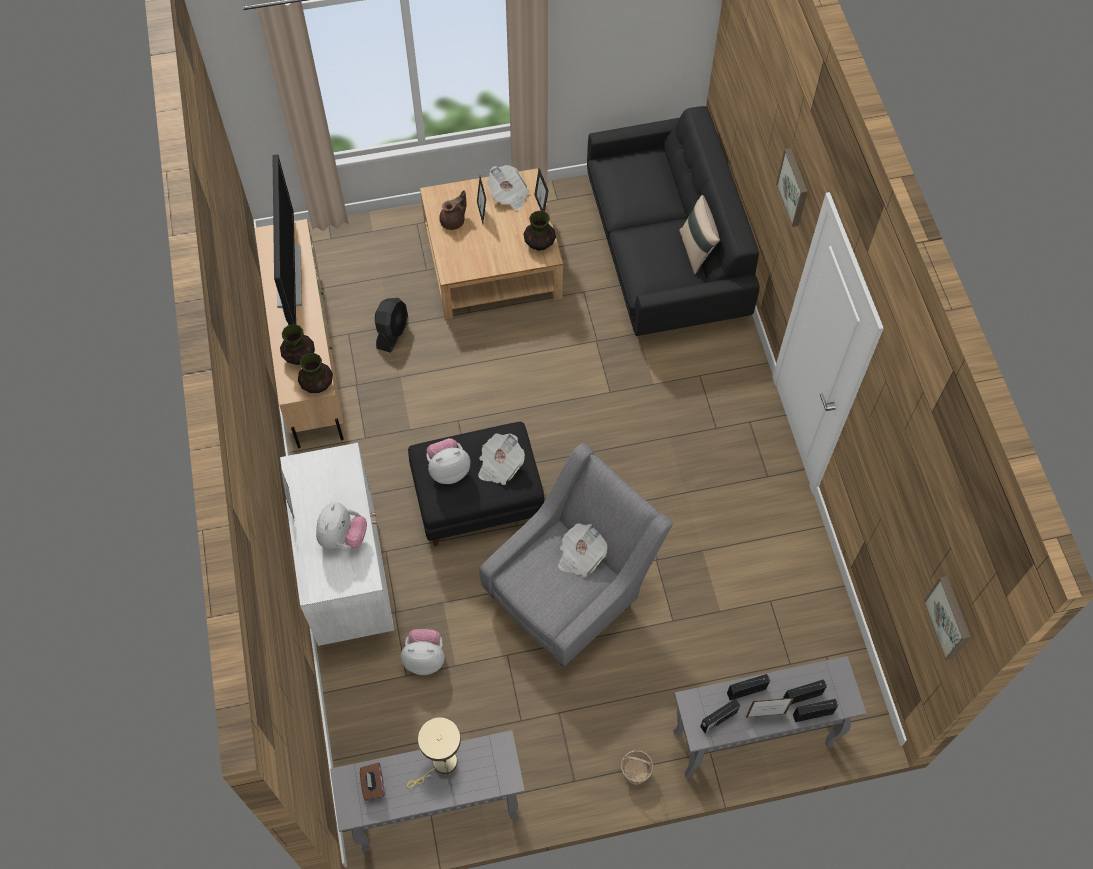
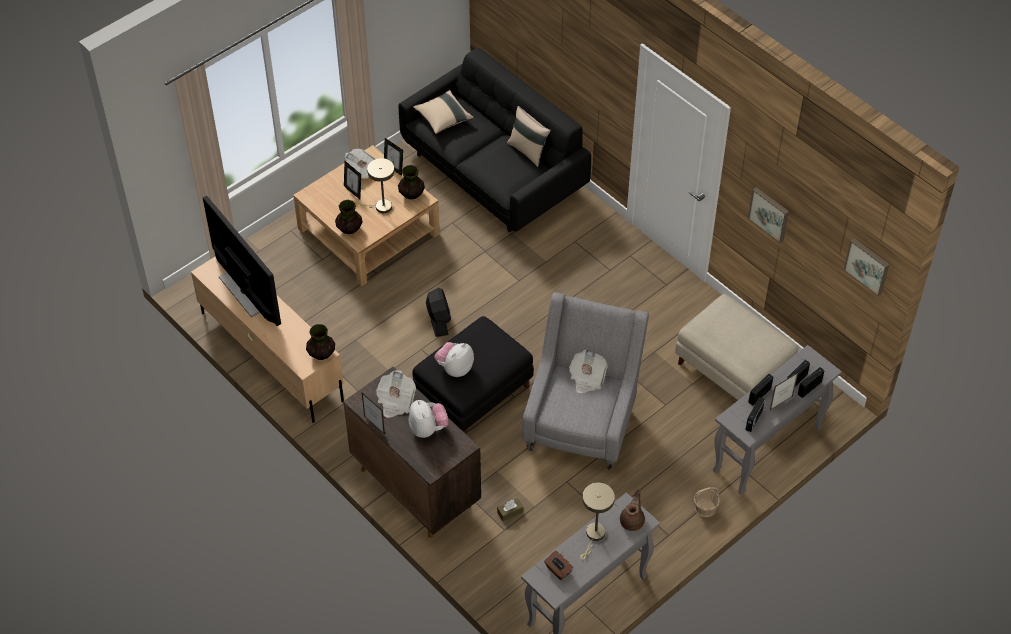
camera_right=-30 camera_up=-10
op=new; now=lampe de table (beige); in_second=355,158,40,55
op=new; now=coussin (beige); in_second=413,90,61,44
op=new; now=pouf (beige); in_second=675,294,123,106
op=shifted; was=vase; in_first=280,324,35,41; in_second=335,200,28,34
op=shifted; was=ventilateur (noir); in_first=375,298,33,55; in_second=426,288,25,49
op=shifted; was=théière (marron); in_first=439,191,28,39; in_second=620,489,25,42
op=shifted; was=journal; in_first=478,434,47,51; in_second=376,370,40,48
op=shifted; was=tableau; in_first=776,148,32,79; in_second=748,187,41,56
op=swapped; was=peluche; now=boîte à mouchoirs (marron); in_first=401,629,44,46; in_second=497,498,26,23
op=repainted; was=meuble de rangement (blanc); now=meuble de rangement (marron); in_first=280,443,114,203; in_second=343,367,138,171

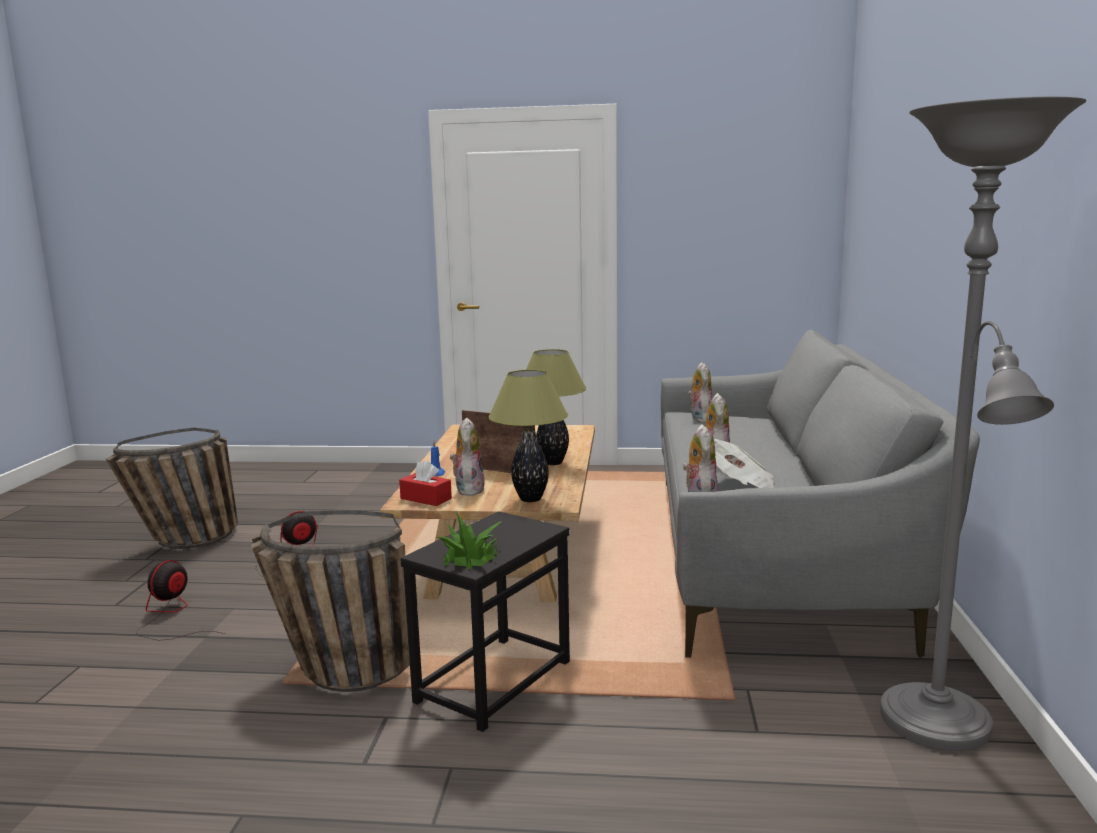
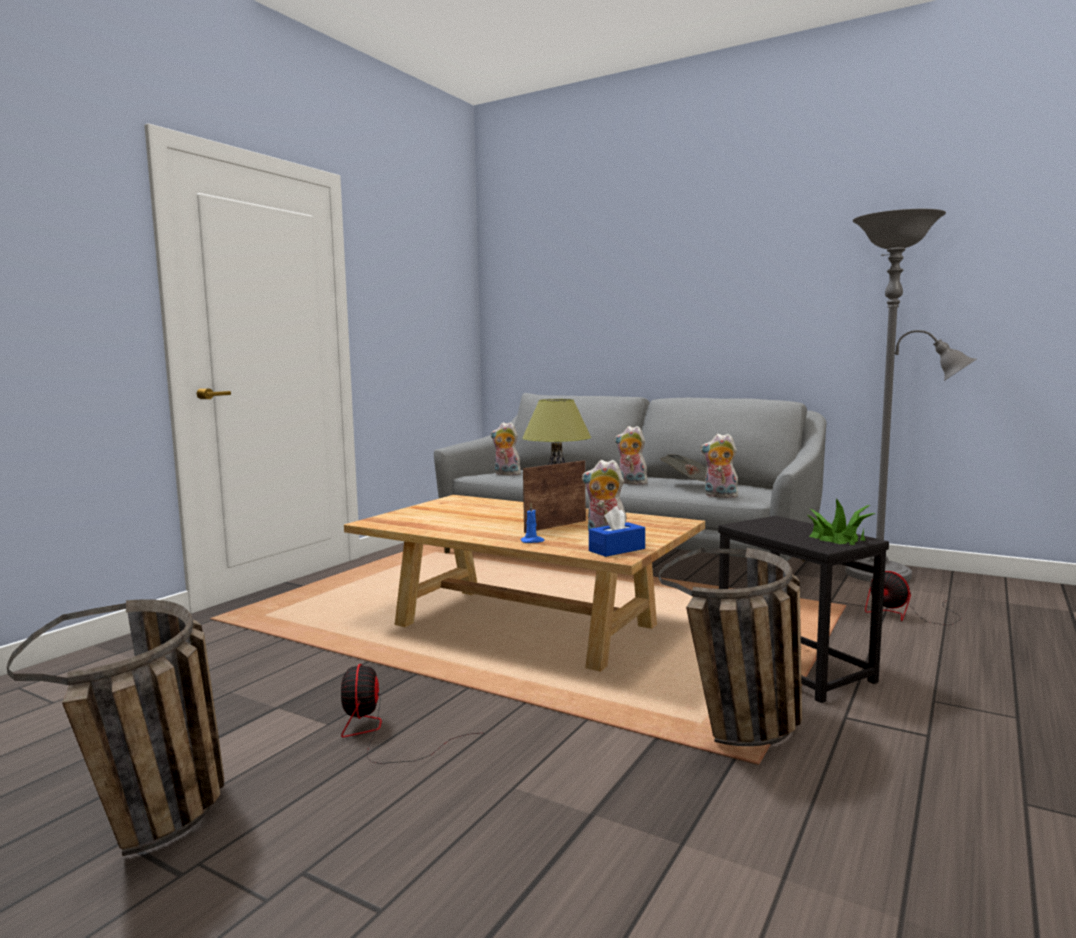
camera_right=-65 camera_up=-5
op=gone; was=lampe de table; in_first=489,370,79,132
op=shifted; was=ventilateur; in_first=136,560,89,80; in_second=865,571,96,55
op=repainted; was=boîte à mouchoirs (rouge); now=boîte à mouchoirs (bleu); in_first=399,460,53,46; in_second=589,506,56,51

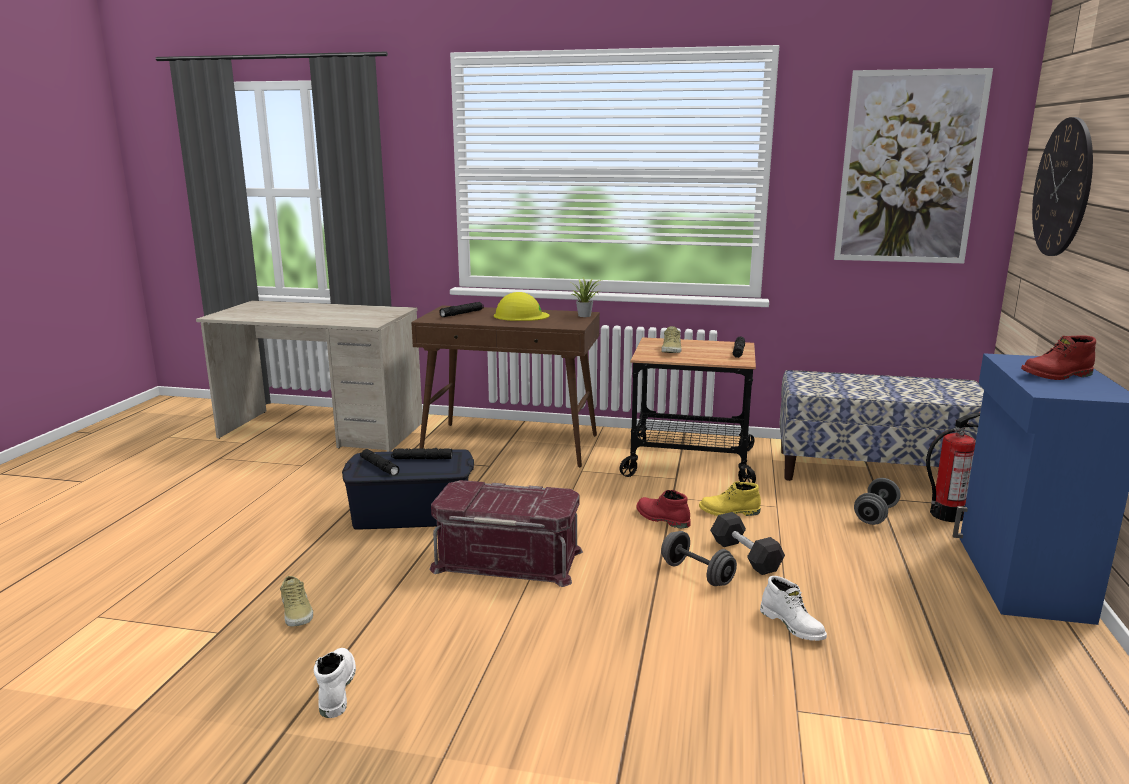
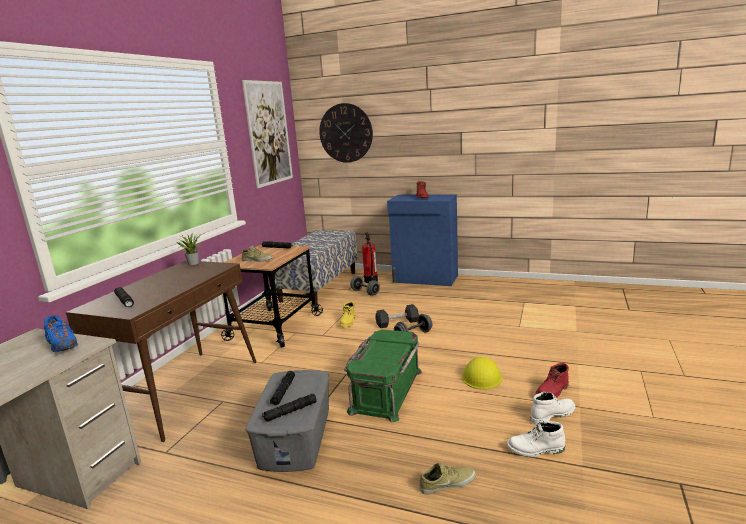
camera_right=-80 camera_up=0
op=new; now=chaussure (bleu); in_second=44,315,34,37
op=shifted; was=casque de chantier (jaune); in_first=494,292,55,29; in_second=462,357,40,33
op=shifted; was=botte (rouge); in_first=636,490,55,38; in_second=536,363,33,35
op=shifted; was=botte (blanc); in_first=760,576,67,65; in_second=530,392,45,32
op=repainted; was=boîte de rangement (bleu); now=boîte de rangement (gris); in_first=342,449,132,81; in_second=245,370,84,102
op=repainted; was=boîte de rangement (rouge); now=boîte de rangement (vert); in_first=430,480,153,107; in_second=344,330,78,92

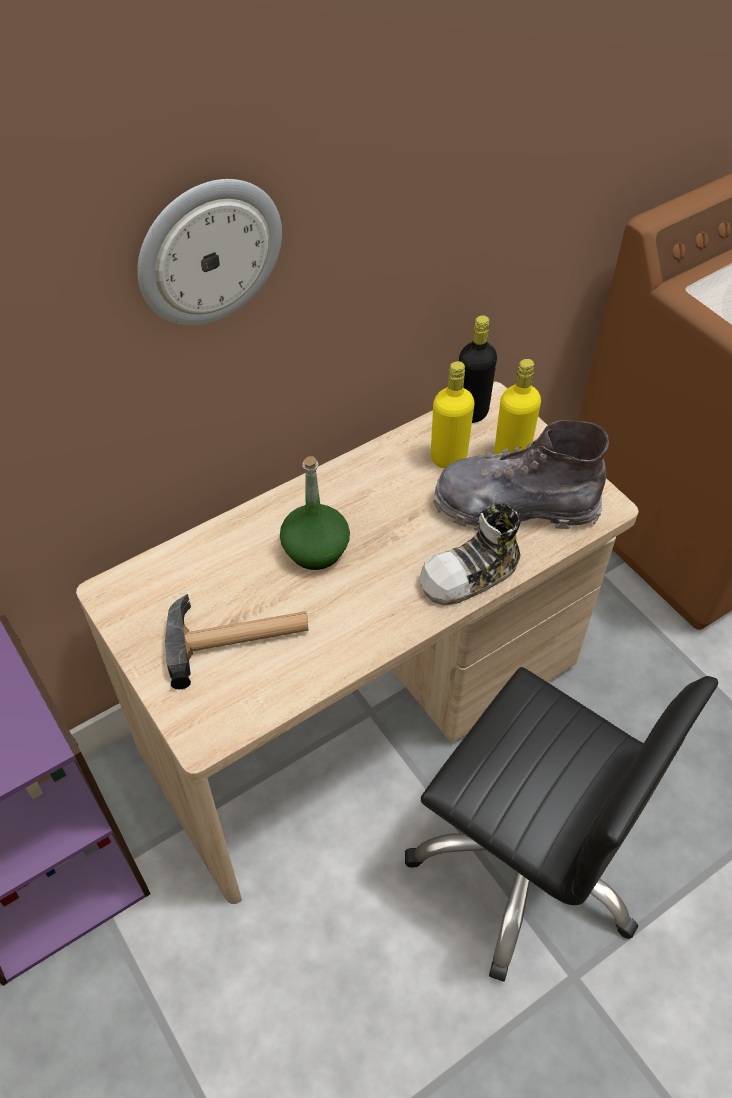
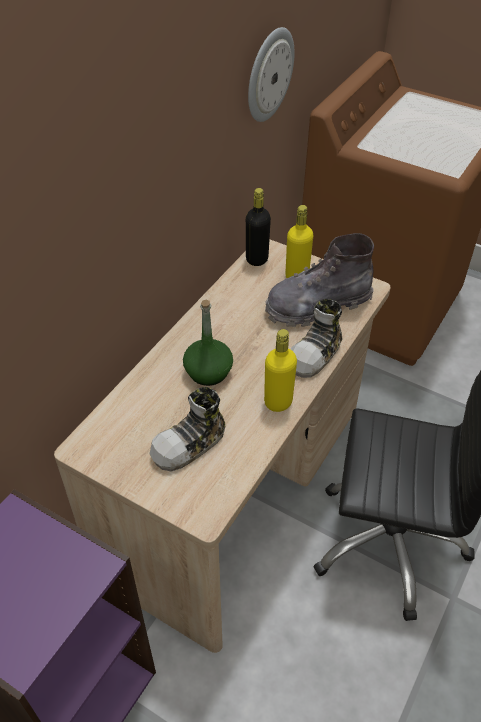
camera_right=-25 camera_up=-5
op=shifted; was=horloge murale; in_first=137,179,145,146; in_second=248,27,47,95
op=shifted; was=bouteille (jaune); in_first=431,361,44,107; in_second=264,329,33,83
op=swapped; was=marteau; now=chaussure; in_first=165,594,143,95; in_second=150,387,76,85

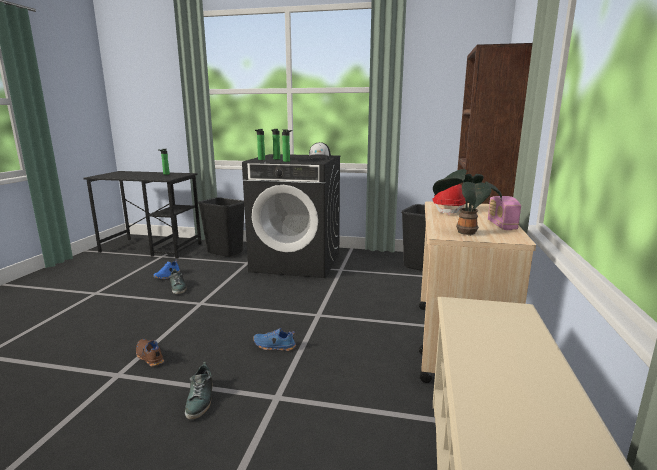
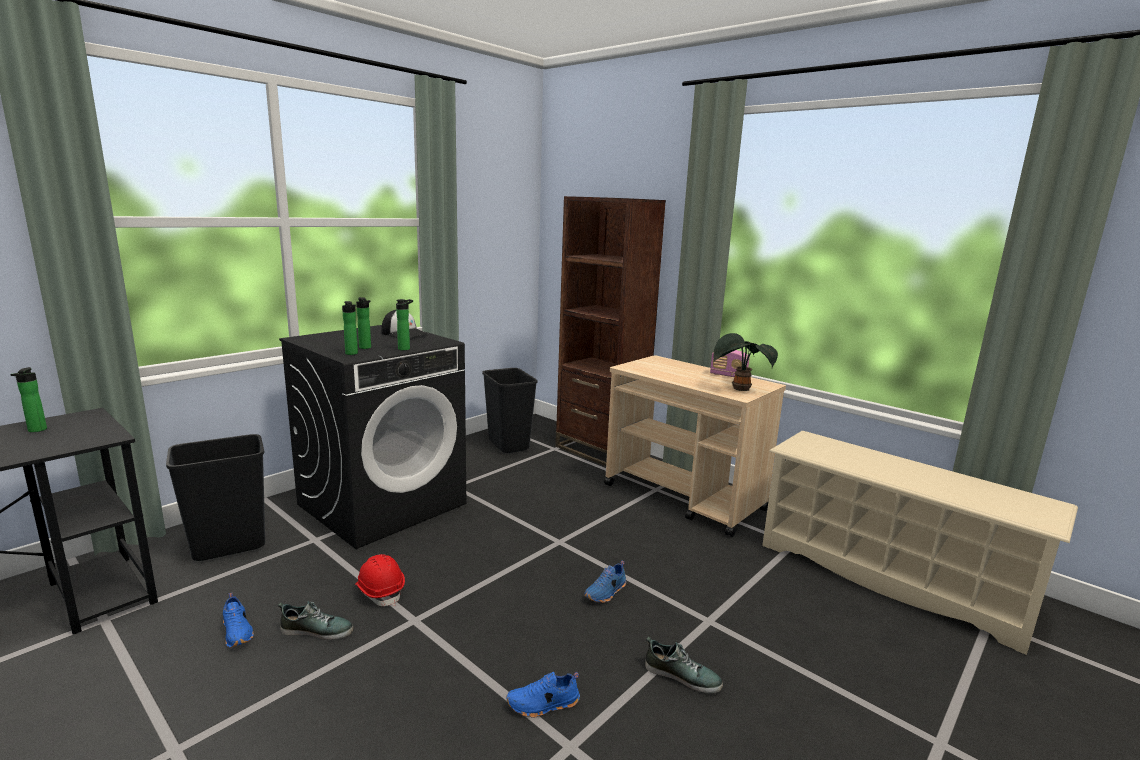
camera_right=-60 camera_up=0
op=shifted; was=casque de chantier (rouge); in_first=433,184,32,31; in_second=355,554,50,52
op=repainted; was=chaussure (marron); now=chaussure (bleu); in_first=136,339,28,27; in_second=507,672,73,46

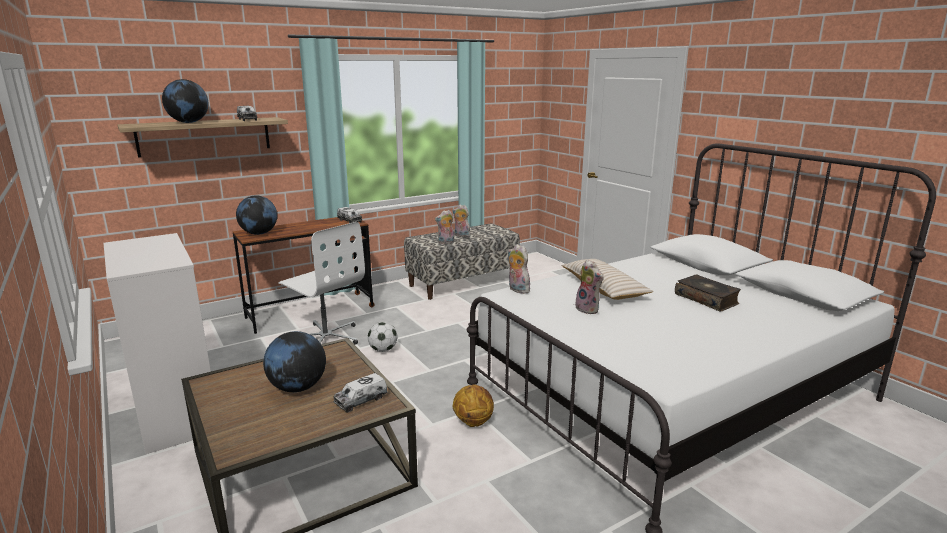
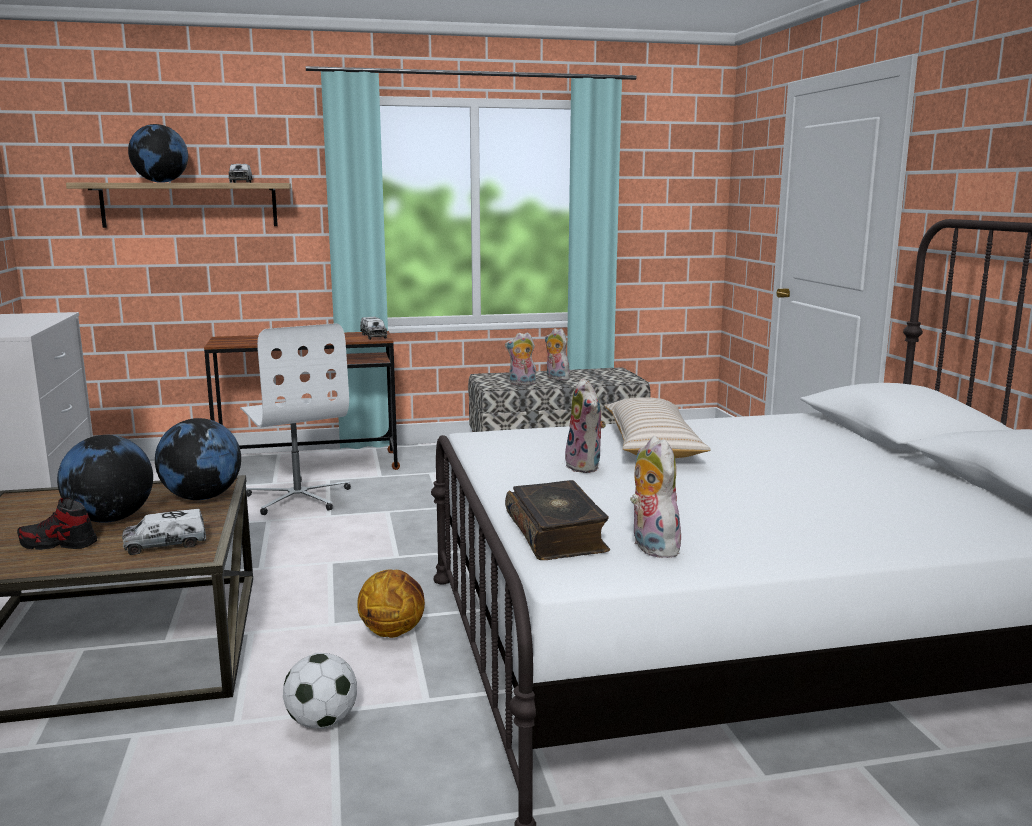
camera_right=20 camera_up=-5
op=new; now=chaussure; in_second=17,497,80,53
op=shifted; was=globe; in_first=236,195,41,40; in_second=155,418,86,82
op=shifted; was=ballon de foot; in_first=367,322,31,30; in_second=283,653,74,76
op=shifted; was=peluche; in_first=508,244,22,50; in_second=630,436,51,122
op=shifted; was=livre; in_first=675,275,66,37; in_second=505,480,105,80

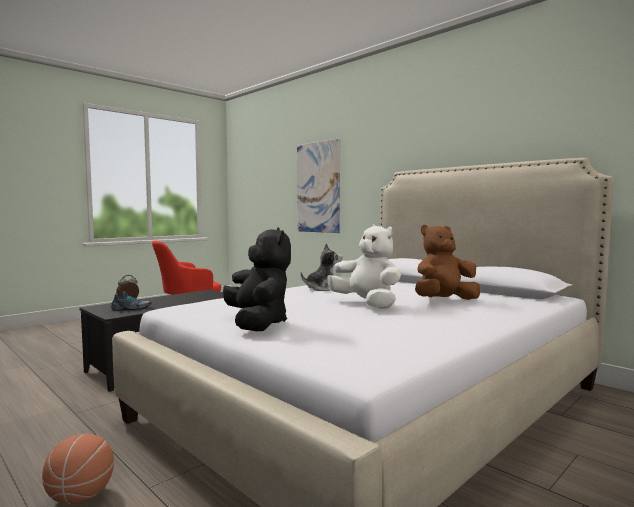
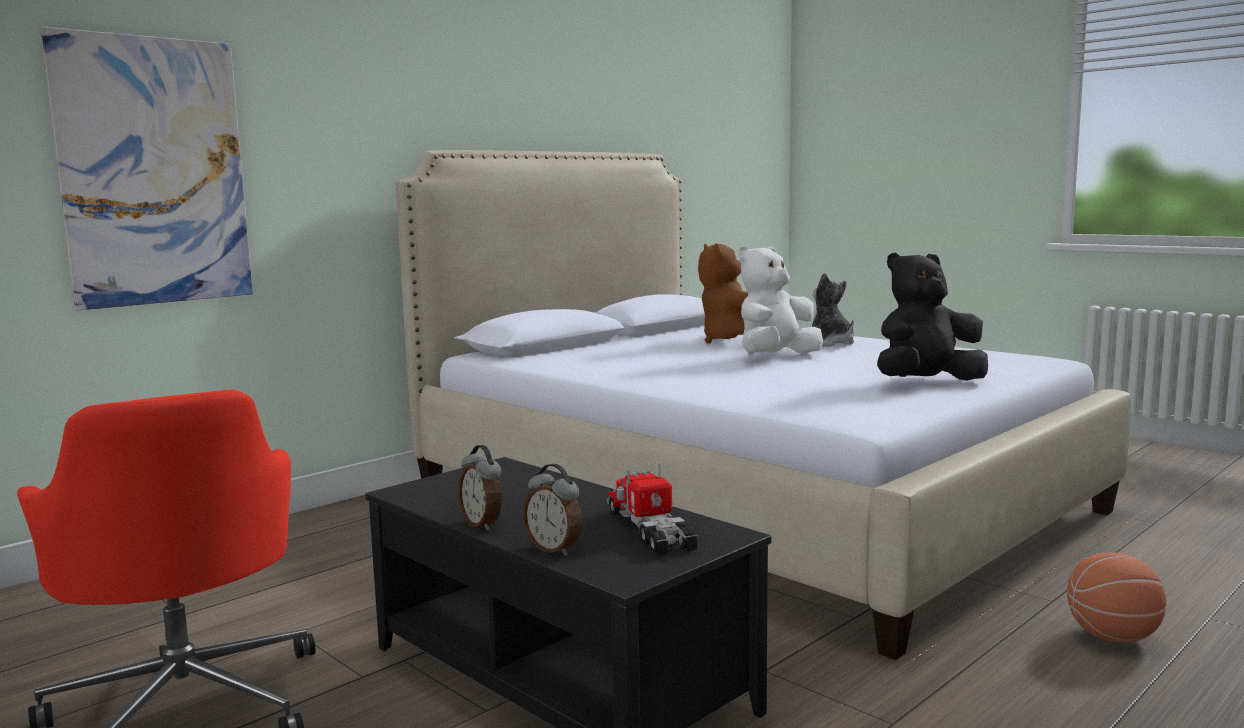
camera_right=-90 camera_up=5
op=new; now=réveil; in_second=459,445,43,86
op=shifted; was=peluche; in_first=301,244,41,47; in_second=812,273,42,74
op=swapped; was=chaussure; now=camion jouet; in_first=111,291,40,20; in_second=607,464,90,92

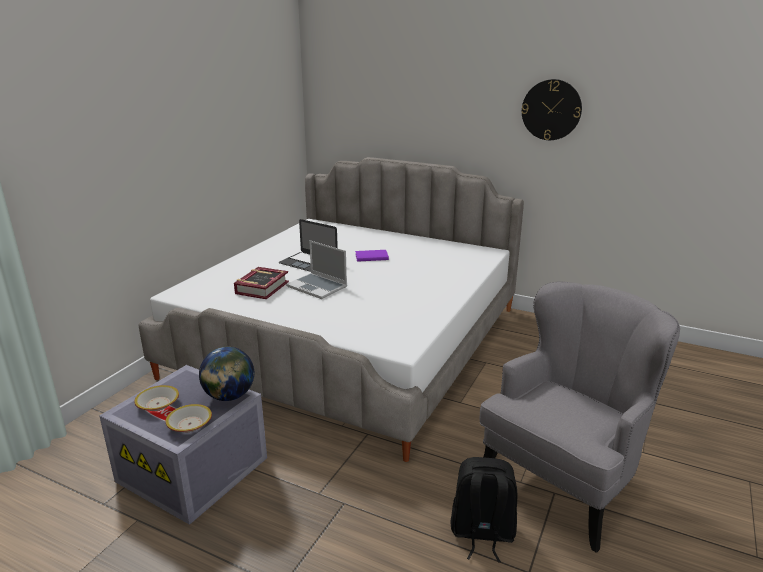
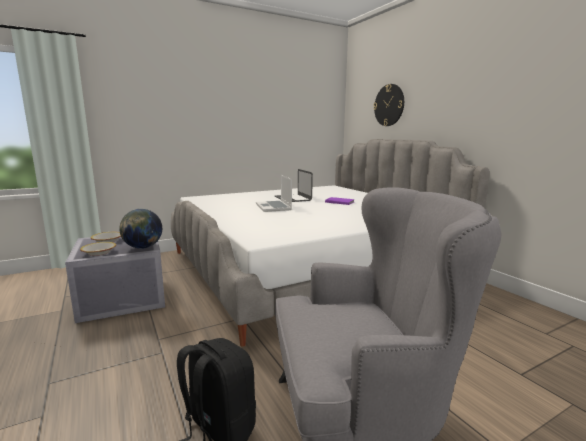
camera_right=35 camera_up=-10
op=gone; was=livre; in_first=234,267,55,32
op=shifted; was=horloge murale; in_first=522,79,60,61; in_second=373,84,31,42

